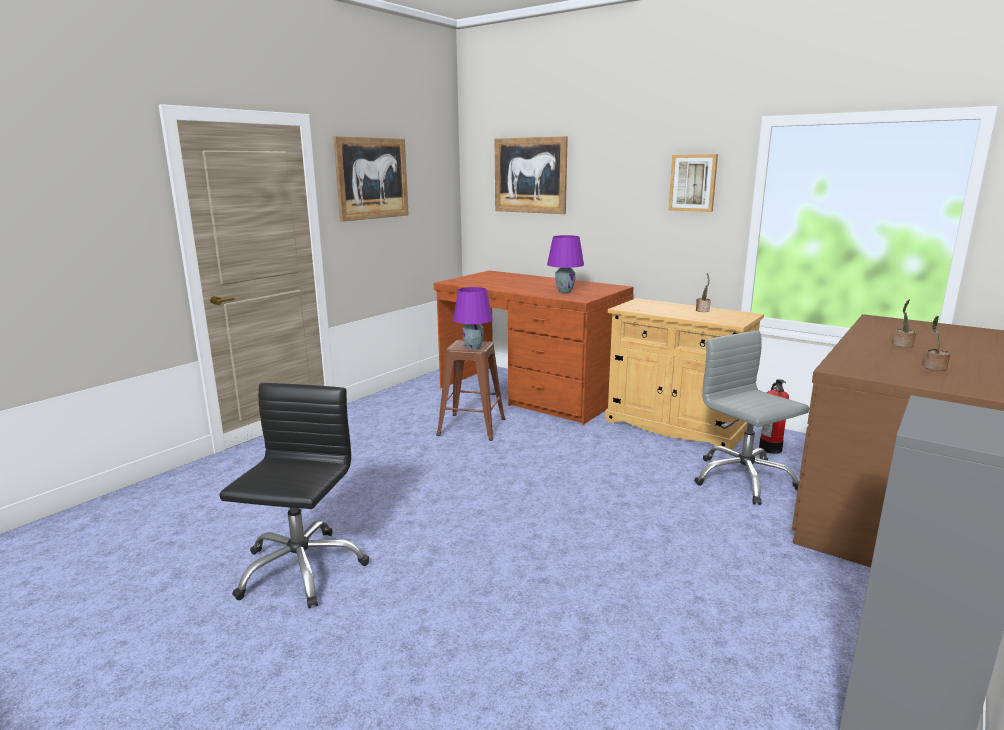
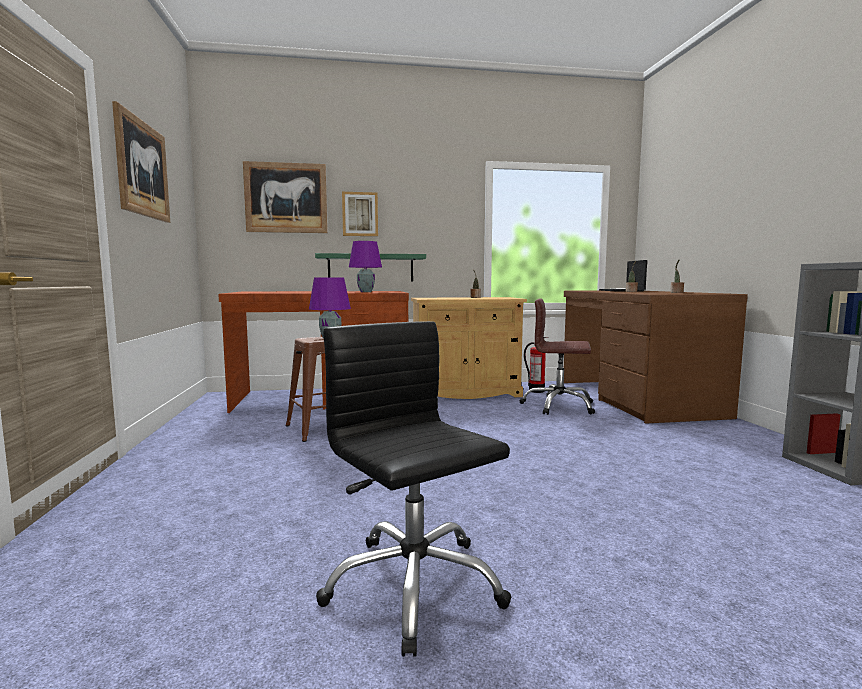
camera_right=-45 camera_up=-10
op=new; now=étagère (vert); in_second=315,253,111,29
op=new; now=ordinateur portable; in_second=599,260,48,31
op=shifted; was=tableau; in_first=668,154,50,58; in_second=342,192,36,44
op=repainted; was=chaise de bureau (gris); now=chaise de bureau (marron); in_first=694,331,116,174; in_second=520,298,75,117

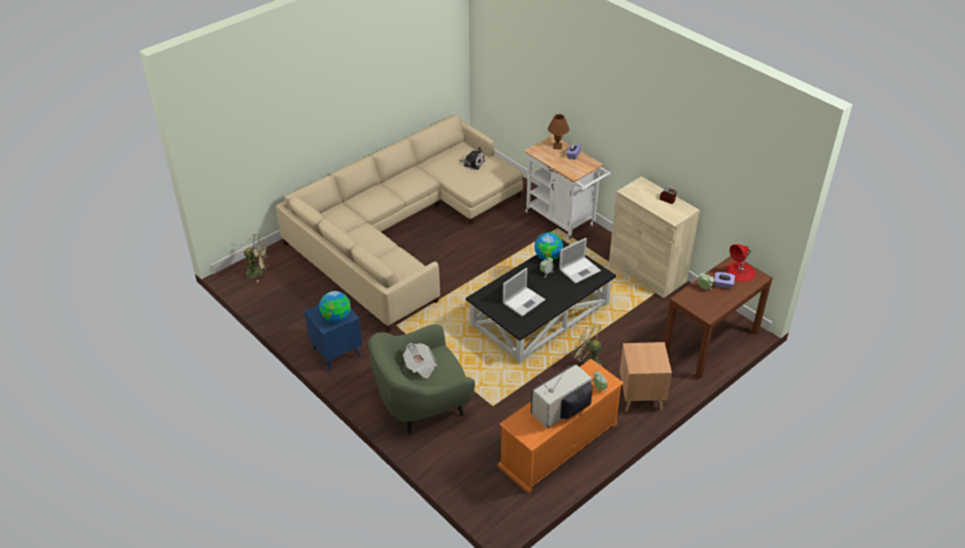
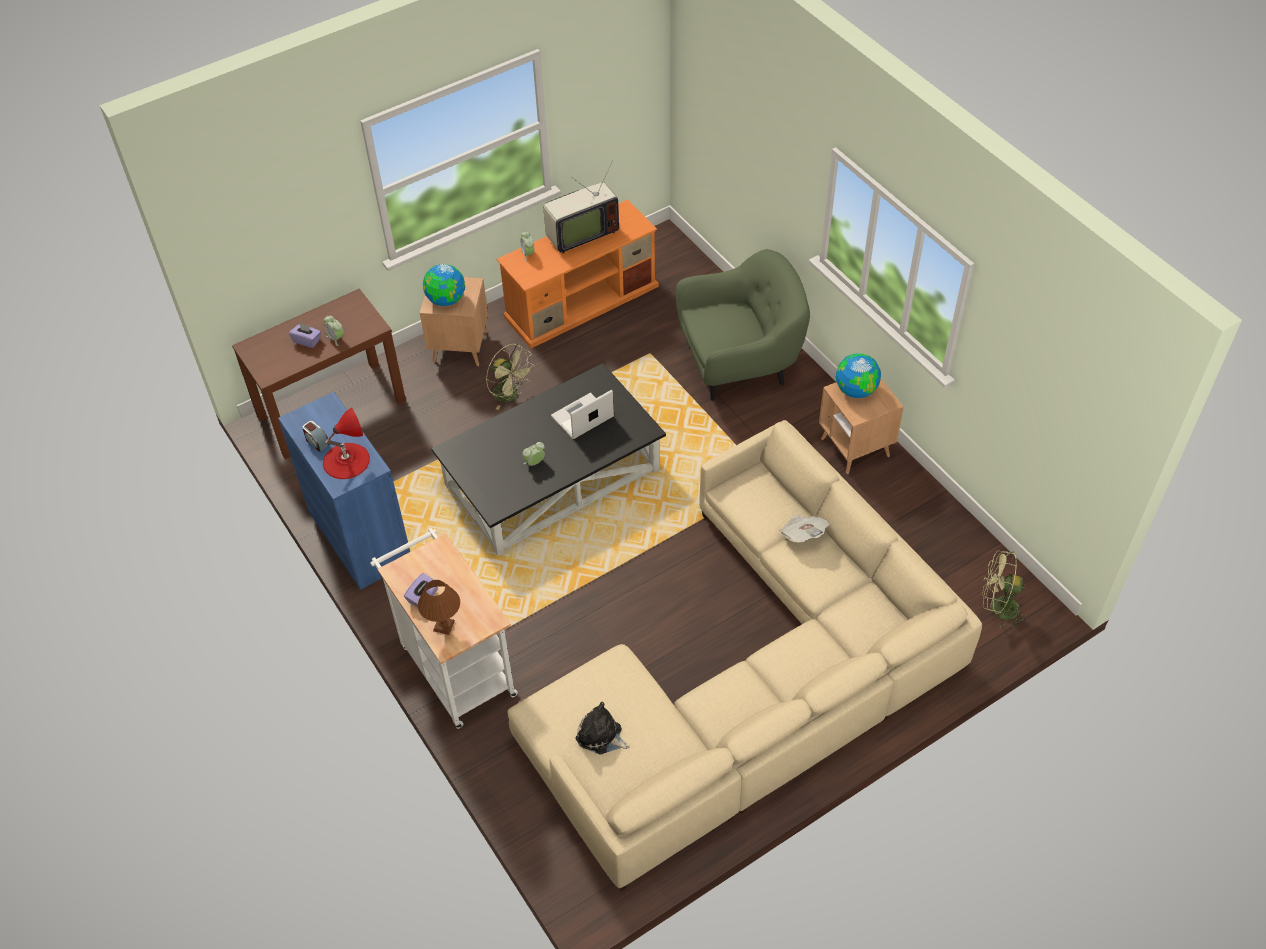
camera_right=-170 camera_up=10
op=gone; was=ordinateur portable; in_first=559,238,42,46
op=shifted; was=journal; in_first=403,343,34,35; in_second=779,514,50,28
op=shifted; was=globe; in_first=534,232,29,28; in_second=423,264,42,42
op=shifted; was=lampe de table (rouge); in_first=726,244,29,38; in_second=323,408,47,71
op=repainted; was=table d'appoint (bleu); now=table d'appoint (marron); in_first=304,304,58,67; in_second=819,379,85,95
op=repainted; was=meuble de rangement (beige); now=meuble de rangement (bleu); in_first=609,176,91,122; in_second=278,392,132,198

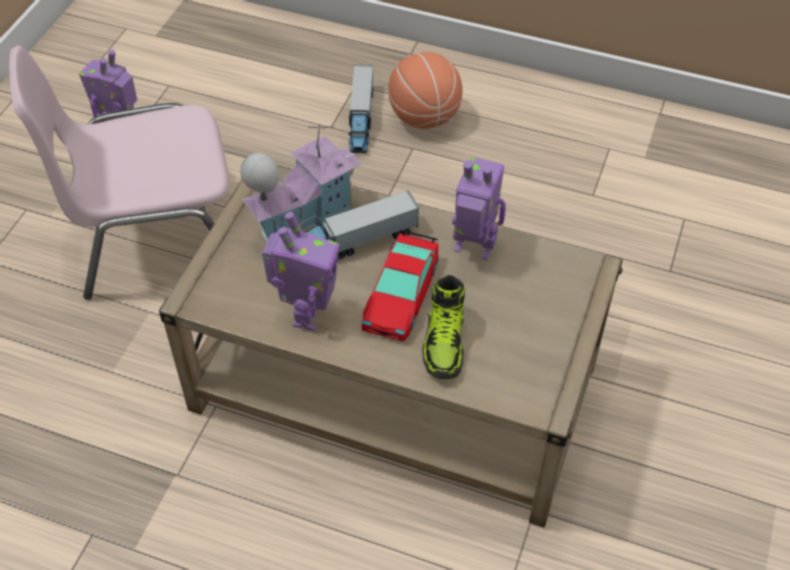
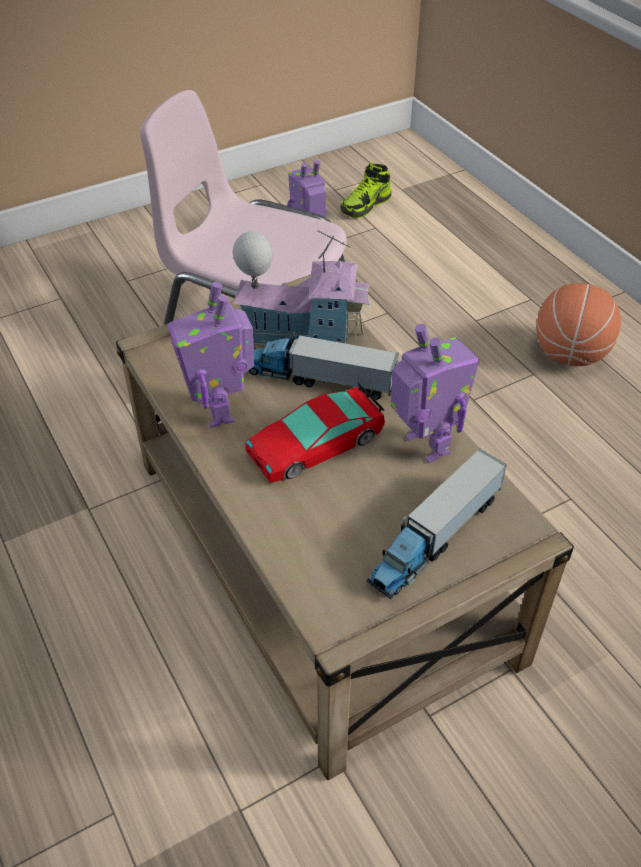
camera_right=40 camera_up=-5
op=shifted; was=camion jouet; in_first=349,65,24,88; in_second=367,448,140,151
op=shifted; was=chaussure; in_first=422,275,43,105; in_second=340,163,51,56
op=rotated; was=robot jouet; in_first=262,212,77,119; in_second=168,282,86,146; clockwise=105

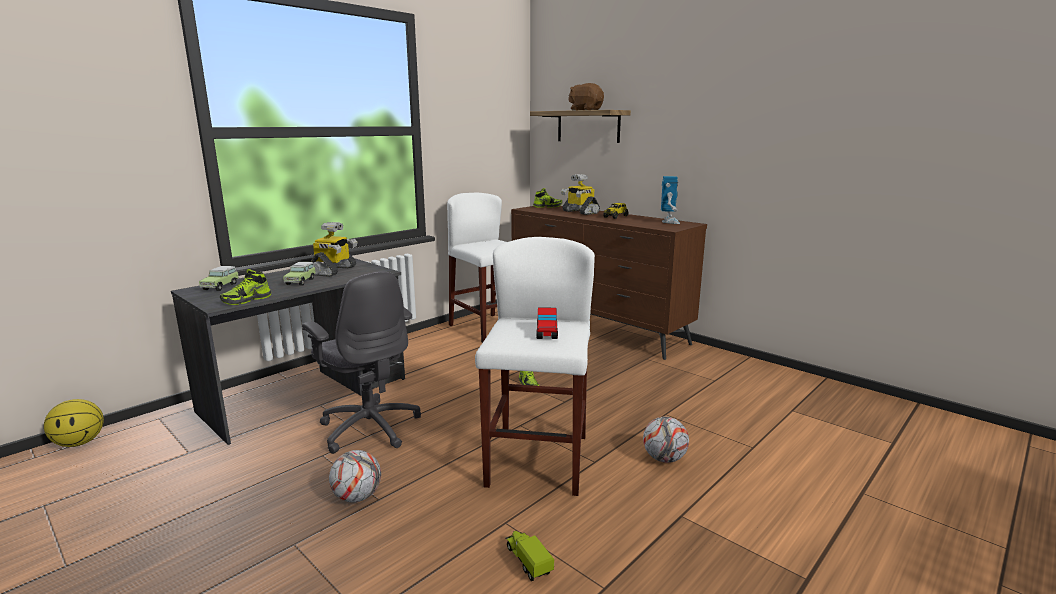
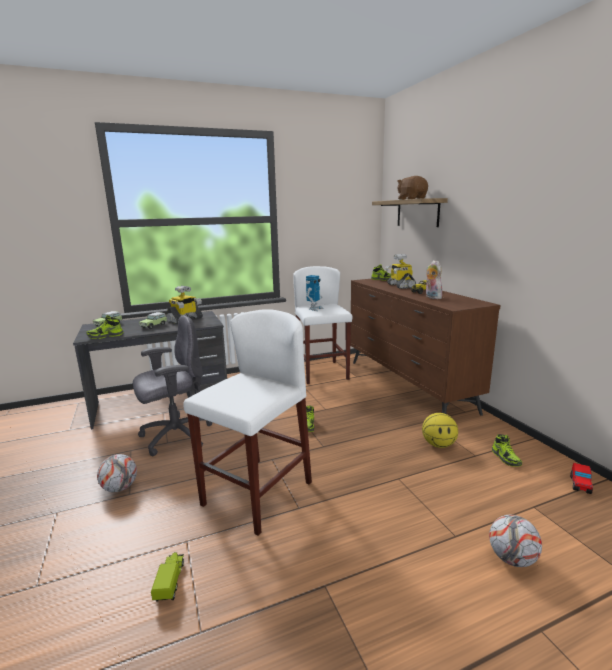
camera_right=25 camera_up=0
op=new; now=peluche; in_second=426,260,16,39
op=new; now=chaussure; in_second=492,434,30,33
op=shifted; was=ballon de basket; in_first=44,399,60,48; in_second=422,413,36,35
op=shifted; was=petite voiture; in_first=537,308,21,31; in_second=570,463,23,31
op=shifted; was=ballon de foot; in_first=643,417,46,46; in_second=489,515,53,52
op=shifted; was=robot jouet; in_first=661,176,19,48; in_second=306,275,18,36
op=rotated; was=chaise de bureau (gris); in_first=302,272,119,182; in_second=133,316,79,141; clockwise=-105

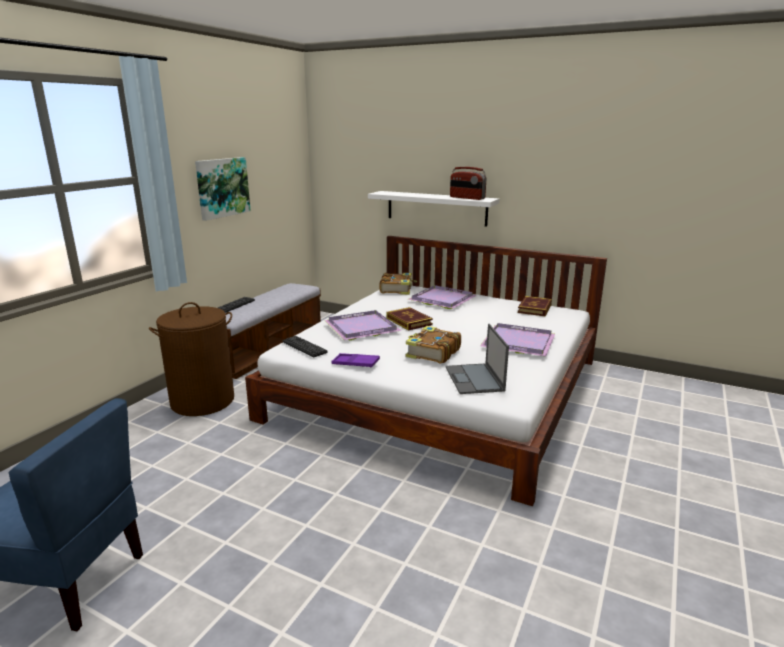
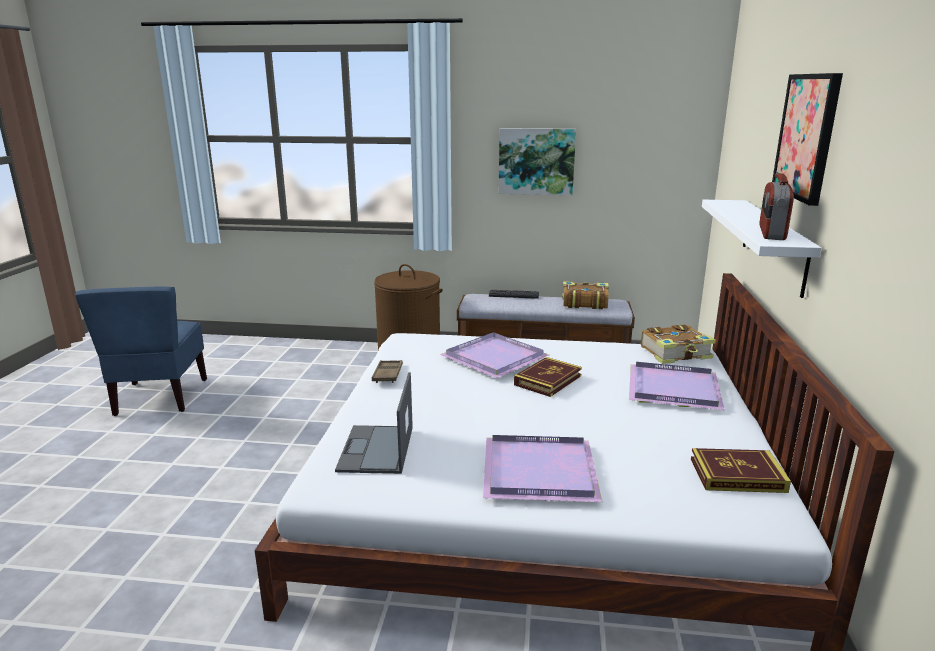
camera_right=70 camera_up=0
op=gone; was=clavier; in_first=283,336,45,21
op=new; now=tableau; in_second=772,73,71,133
op=shifted; was=livre; in_first=406,326,55,38; in_second=562,281,47,28
op=repainted; was=plateau (violet); now=plateau (marron); in_first=331,353,49,15; in_second=372,360,31,23
op=rotated; was=ordinateur portable; in_first=445,324,64,70; in_second=335,372,78,102; clockwise=-60

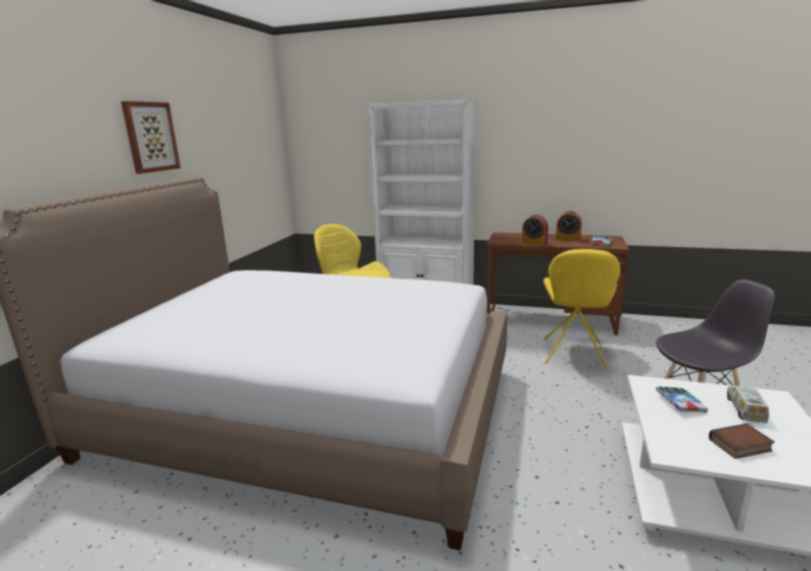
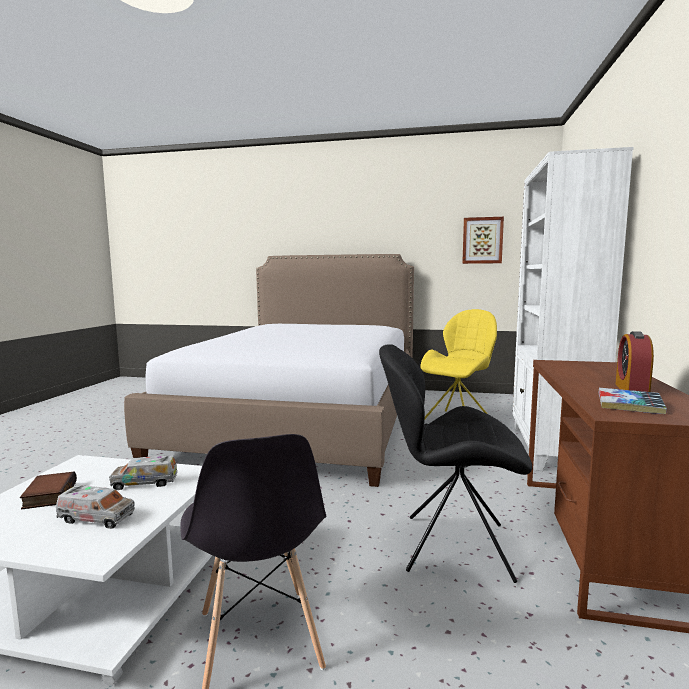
camera_right=85 camera_up=-10
op=gone; was=réveil; in_first=522,214,26,32
op=shifted; was=tableau; in_first=121,101,60,73; in_second=462,217,42,47
op=swapped; was=livre; now=camion jouet; in_first=656,386,52,27; in_second=109,455,69,35
op=repainted; was=chaise (jaune); now=chaise (noir); in_first=543,249,78,120; in_second=379,344,153,239

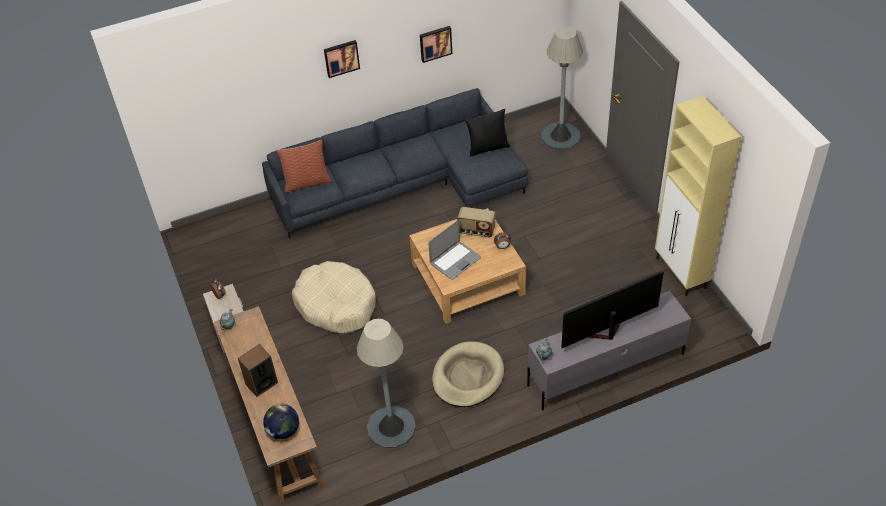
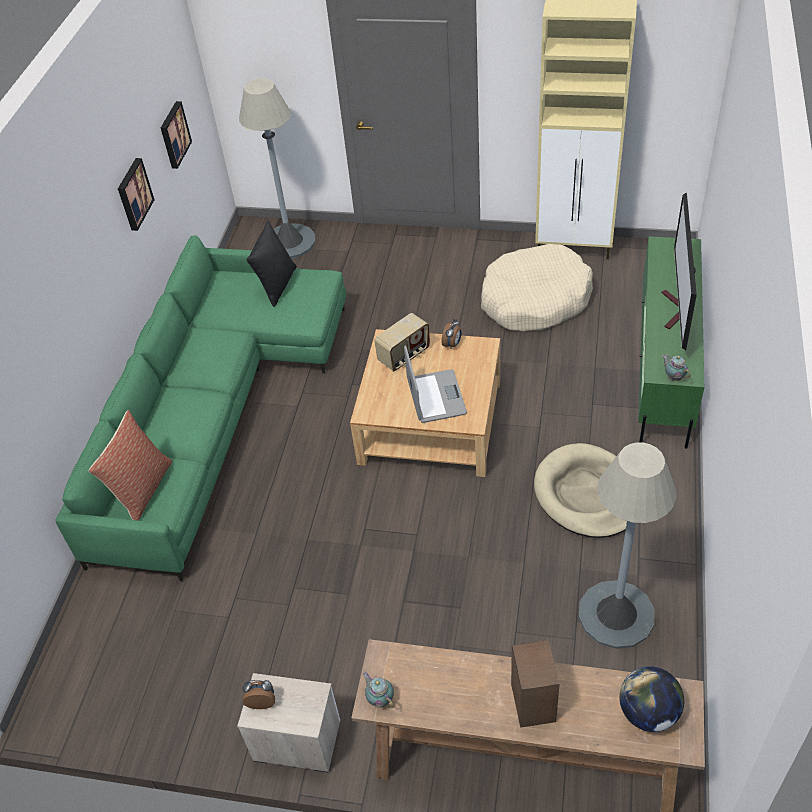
camera_right=-55 camera_up=0
op=shifted; was=panier pour chien (beige); in_first=292,261,84,73; in_second=481,244,112,87
op=shifted; was=tableau; in_first=324,40,36,38; in_second=161,101,31,68
op=repainted; was=canapé (gris); now=canapé (vert); in_first=262,88,266,151; in_second=55,235,291,346
op=repainted; was=meuble télé (gris); now=meuble télé (vert); in_first=527,291,164,119; in_second=638,236,66,213

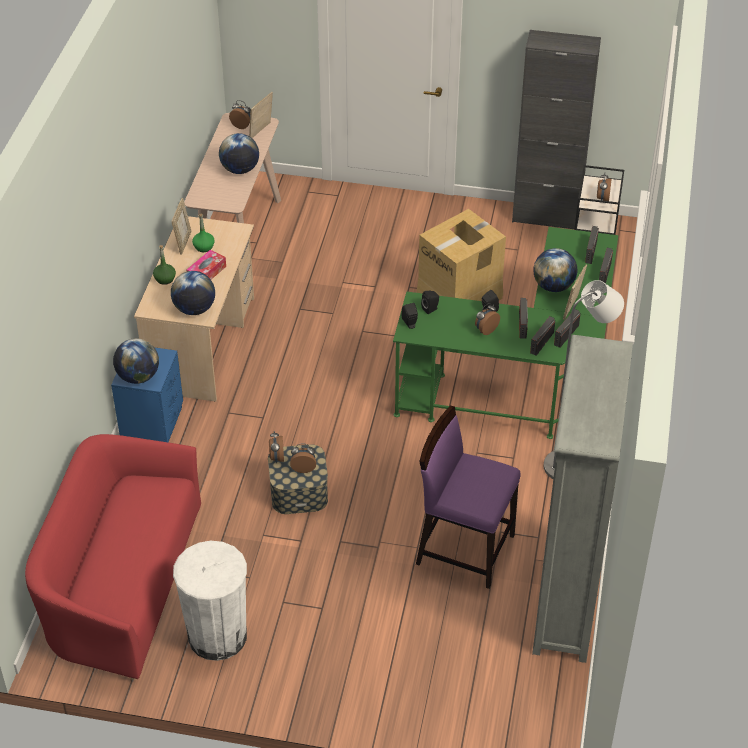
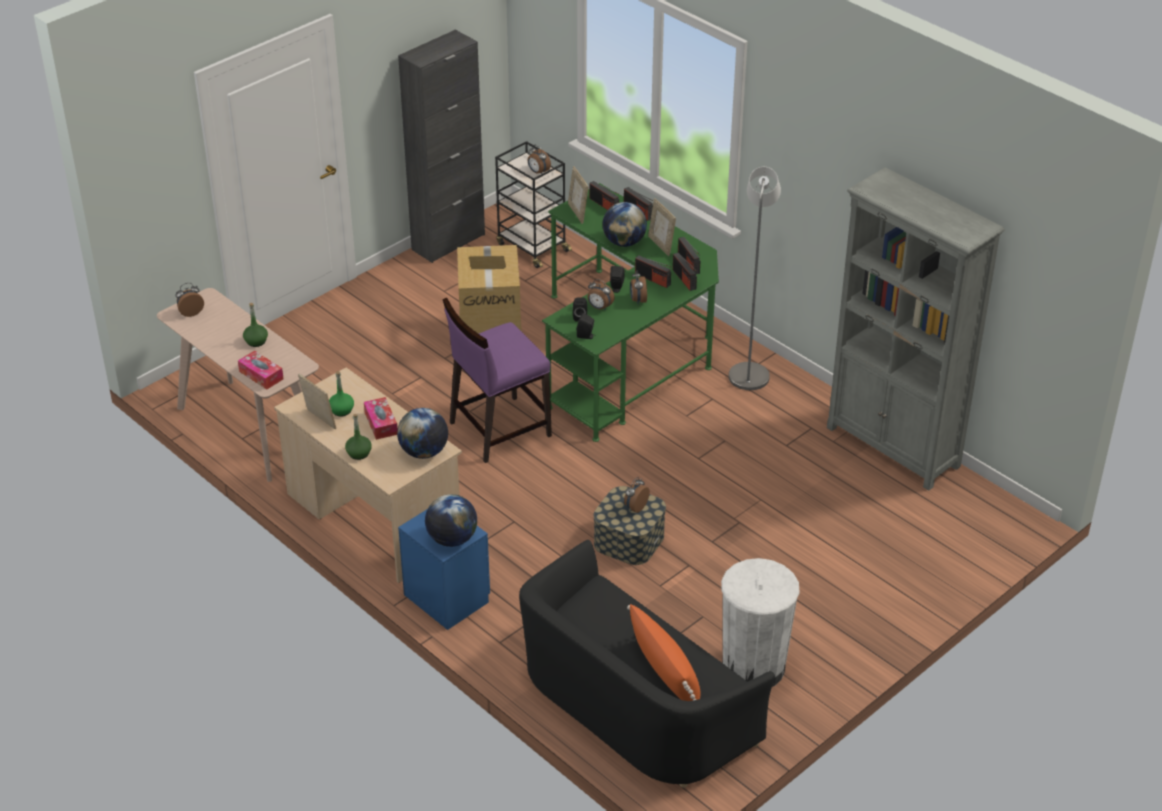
camera_right=-55 camera_up=-5
op=new; now=boîte à mouchoirs; in_second=238,350,46,39
op=new; now=coussin (orange); in_second=627,604,73,97
op=shifted; was=cadre photo; in_first=249,92,24,46; in_second=568,166,20,58
op=shifted; was=réveil; in_first=269,431,15,32; in_second=587,279,28,32
op=shifted; was=chaise (violet); in_first=416,406,105,183; in_second=443,298,109,165
op=swapped; was=globe; now=bouteille (vert); in_first=219,133,40,41; in_second=243,303,25,44
op=repainted; was=canapé (rouge); now=canapé (noir); in_first=25,434,176,246; in_second=519,540,256,248

